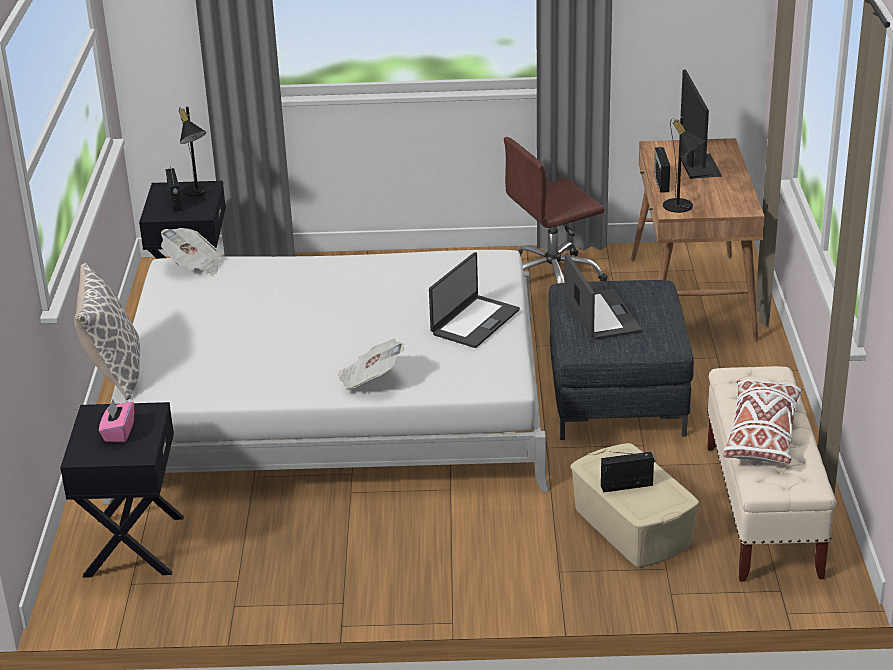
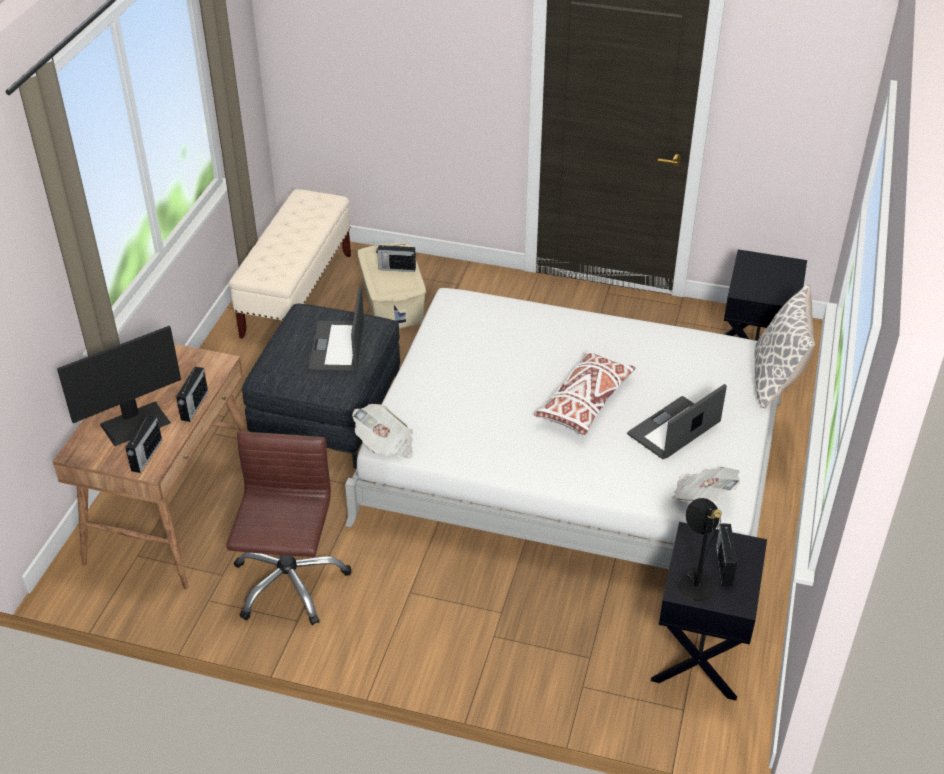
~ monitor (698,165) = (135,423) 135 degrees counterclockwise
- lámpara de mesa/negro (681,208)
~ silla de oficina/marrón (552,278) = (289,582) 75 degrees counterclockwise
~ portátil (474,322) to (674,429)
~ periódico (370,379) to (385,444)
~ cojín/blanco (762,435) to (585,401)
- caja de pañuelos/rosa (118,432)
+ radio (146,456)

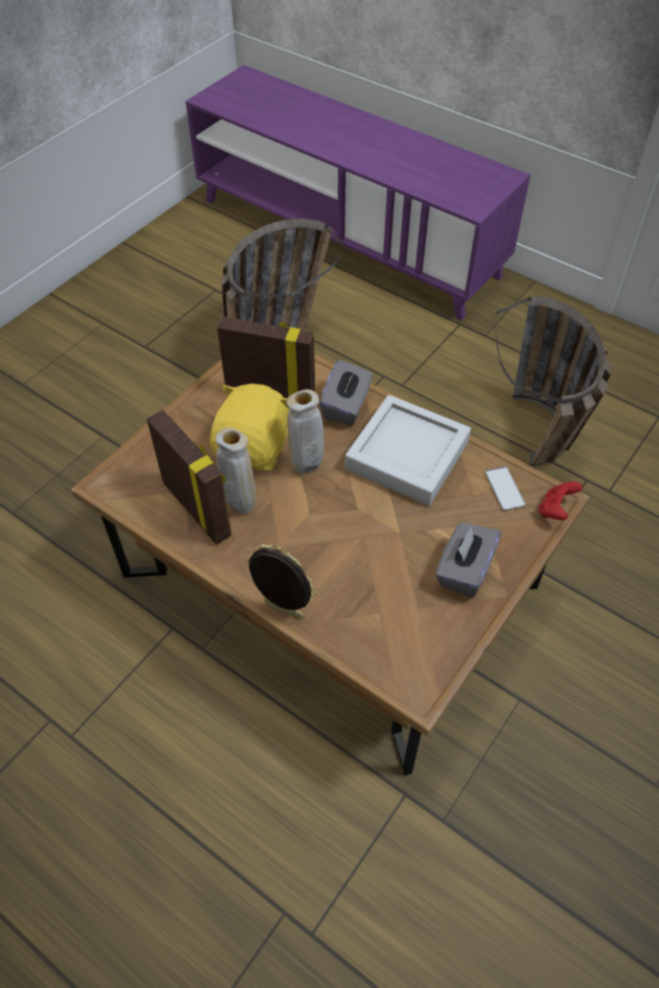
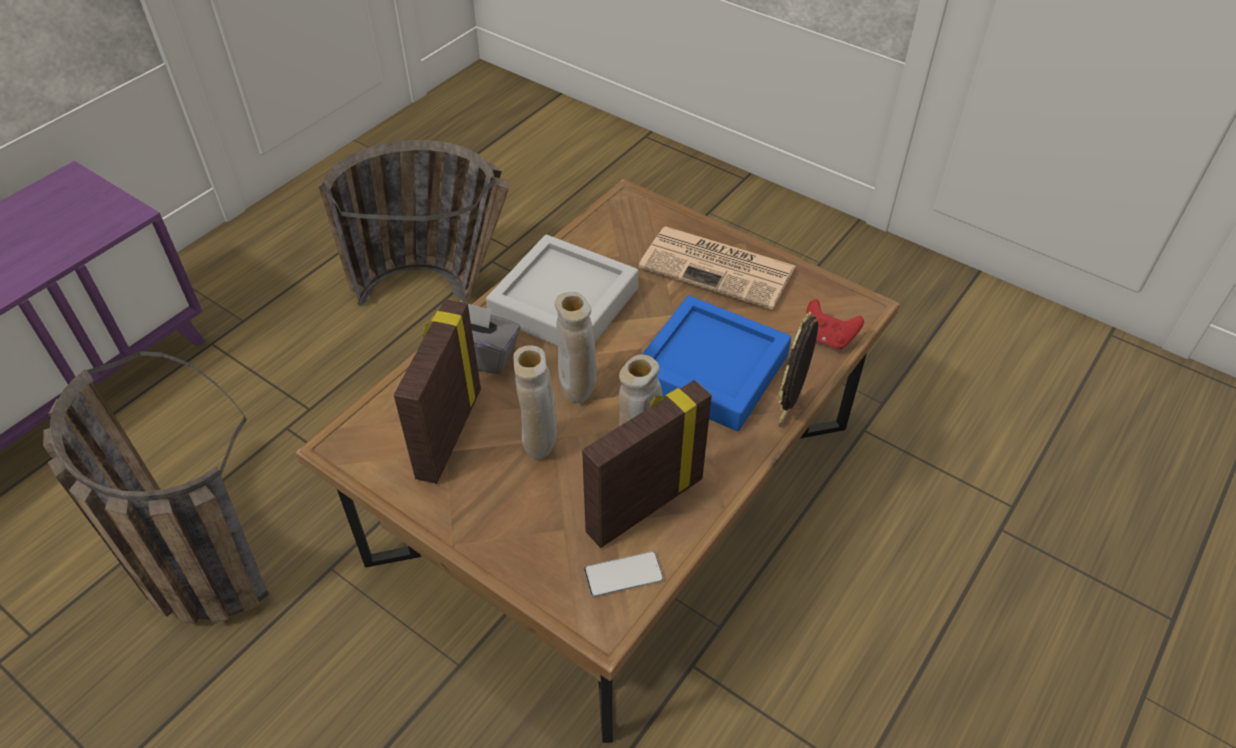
~ peluche/amarillo (254,447) to florero/beis (540,448)
~ móvil (504,488) to (623,574)
~ mando de consola/rojo (555,510) to (827,338)
~ caja de pañuelos/gris (464,570) to periódico (719,268)
+ bandeja/azul (711,370)

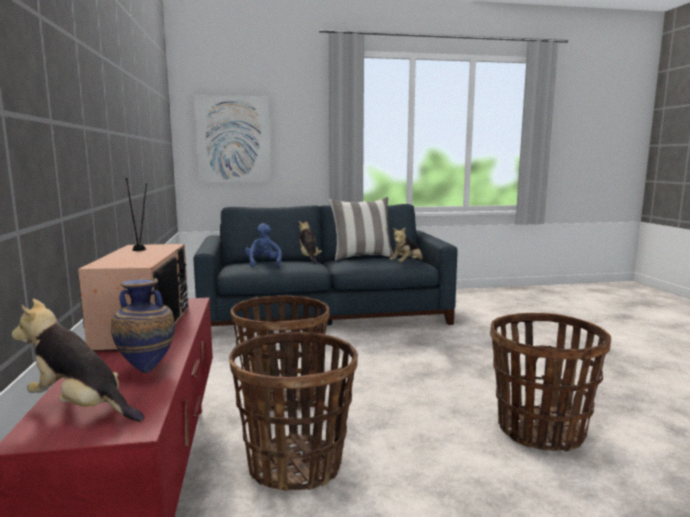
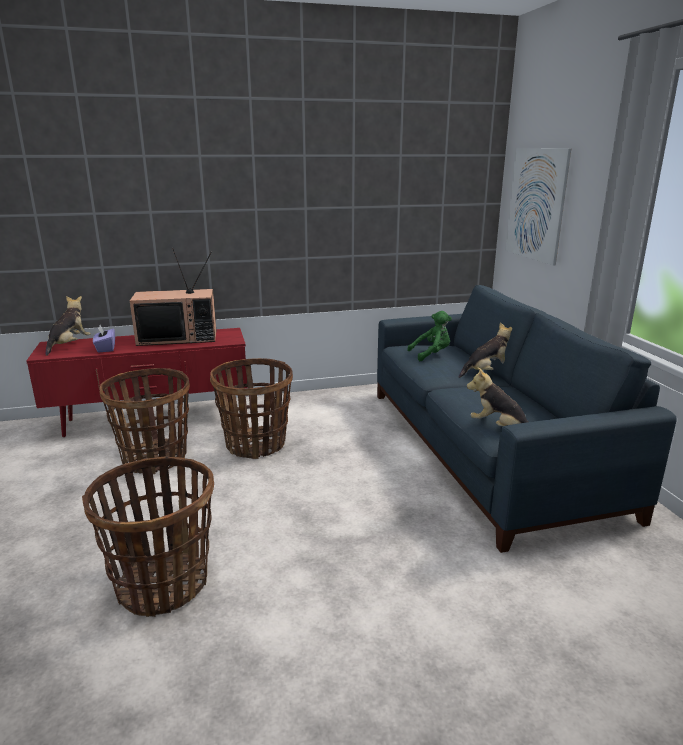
- cojín (362,257)
~ peluche/azul (263,264) to peluche/verde (431,354)
~ florero (147,370) to caja de pañuelos/morado (105,348)

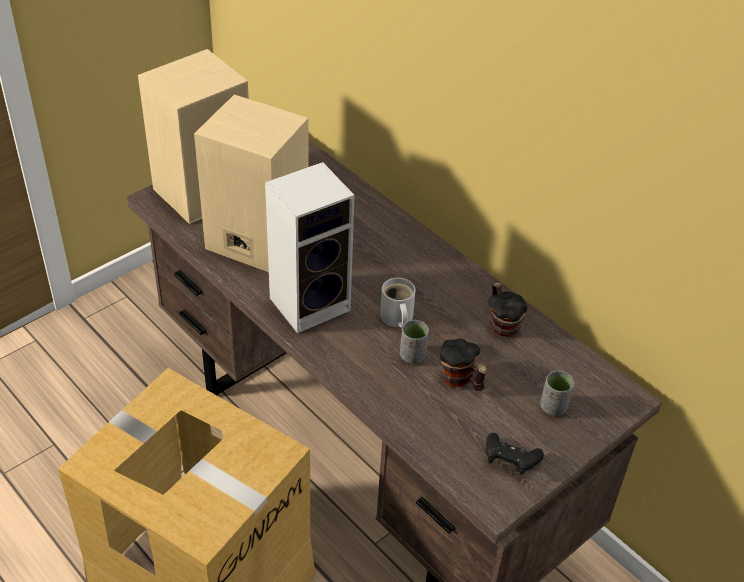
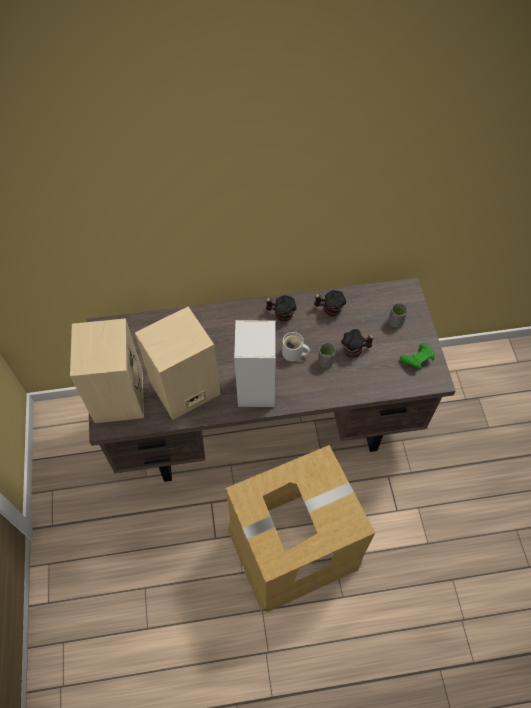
~ mando de consola/negro (510,461) to mando de consola/verde (417,360)
+ taza grande (281,314)

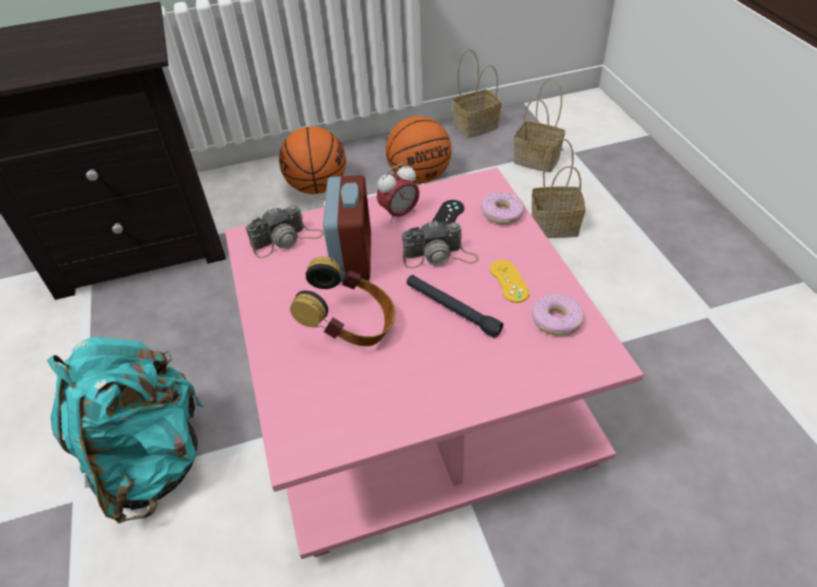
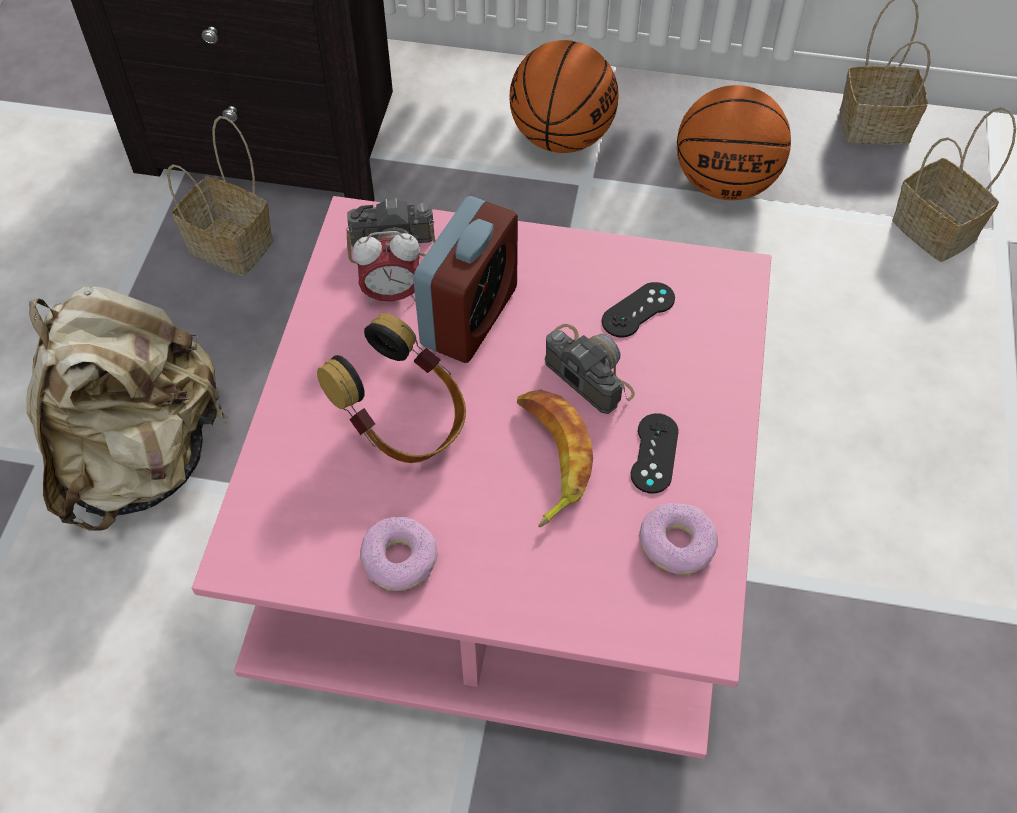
~ cesta (555,225) to (233,246)
~ despertador (399,214) to (391,295)
~ rosquilla (502,213) to (400,559)
~ cámara (439,256) = (586,368) 150 degrees counterclockwise
~ mando de consola/amarillo (509,281) to mando de consola/negro (654,453)
~ linterna/negro (452,309) to plátano (548,459)
~ mochila/turquesa (152,461) to mochila/beis (142,457)

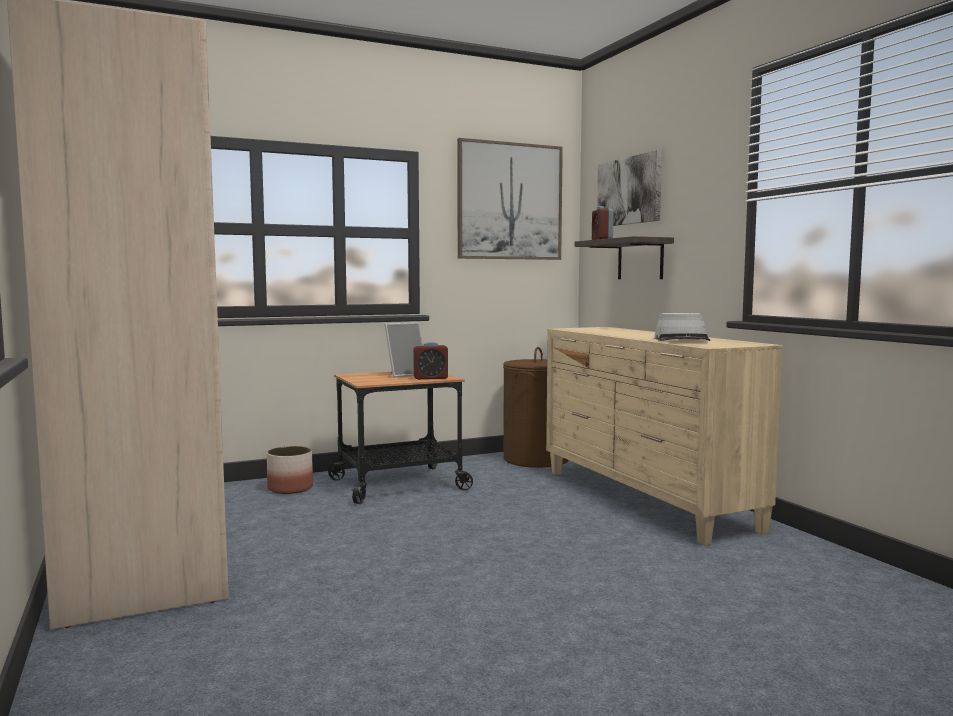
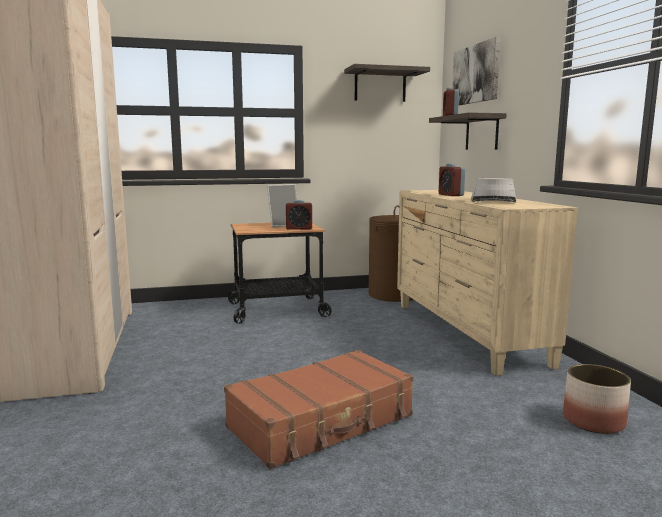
~ cuadro (509,201) to estante (380,85)
~ maceta (290,488) to (593,421)
+ despertador (451,195)
+ maleta/marrón (322,422)

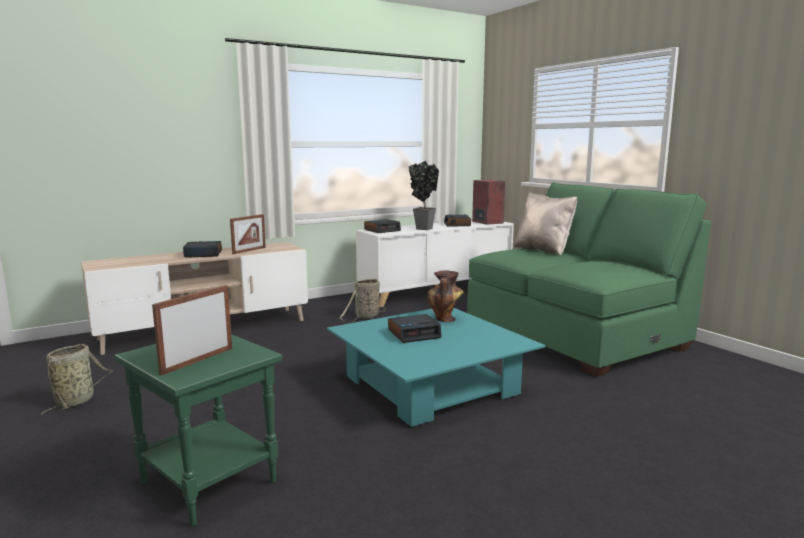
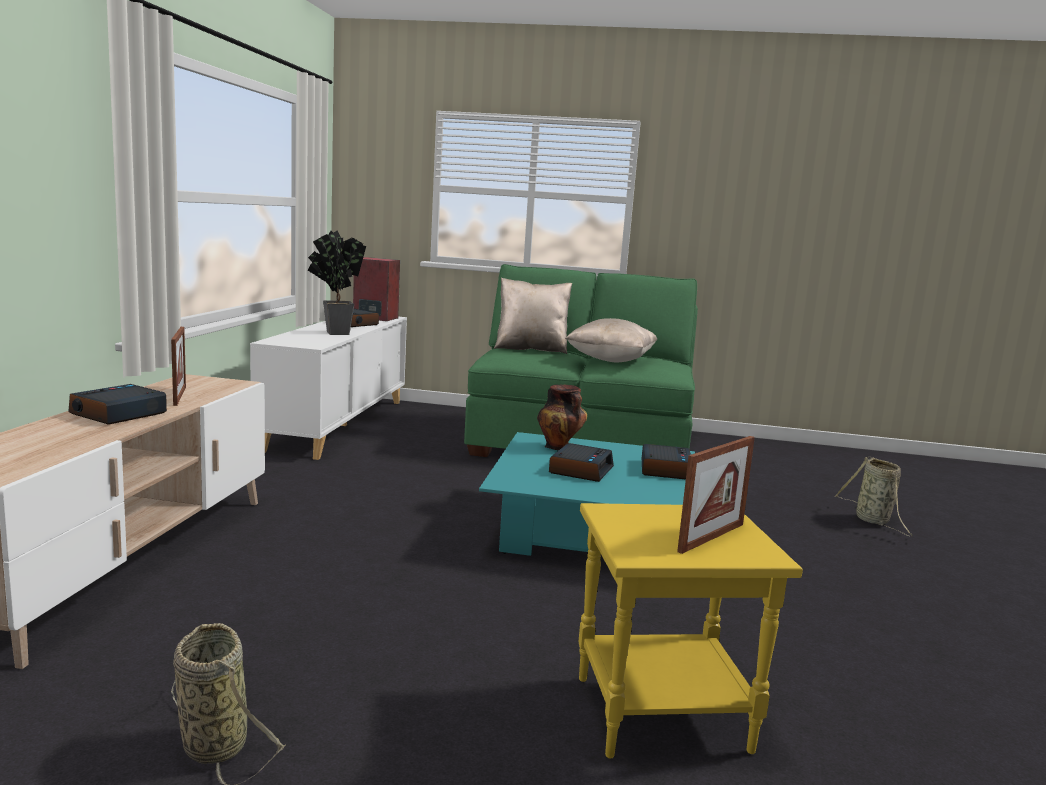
~ despertador (382,230) to (665,469)
~ cesta (366,317) to (874,521)
~ portarretratos (197,360) = (711,537) 120 degrees counterclockwise
~ mesa auxiliar/verde (206,483) to mesa auxiliar/amarillo (660,716)
+ cojín/beis (611,360)

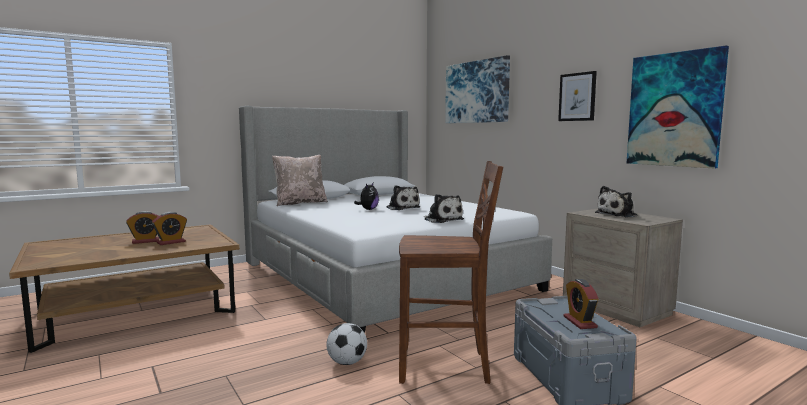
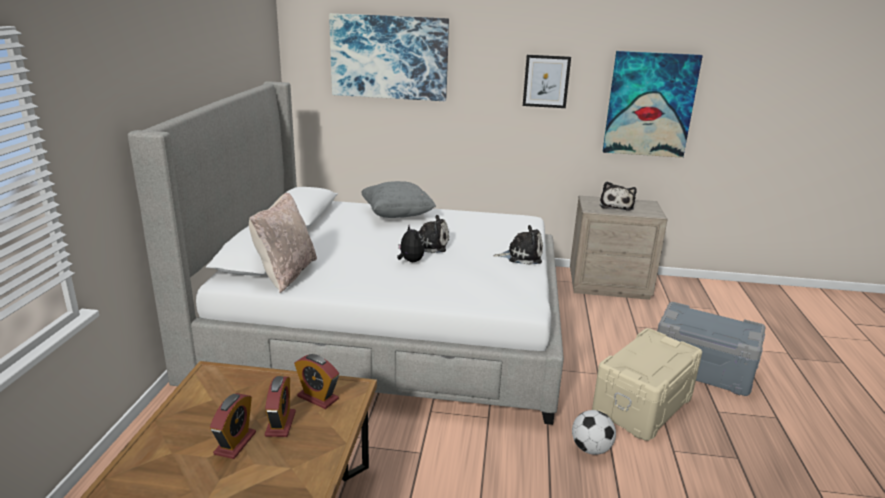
~ silla/marrón (446,366) to caja de almacenaje/beis (643,405)
~ despertador (580,322) to (318,398)
+ cojín/gris (397,215)

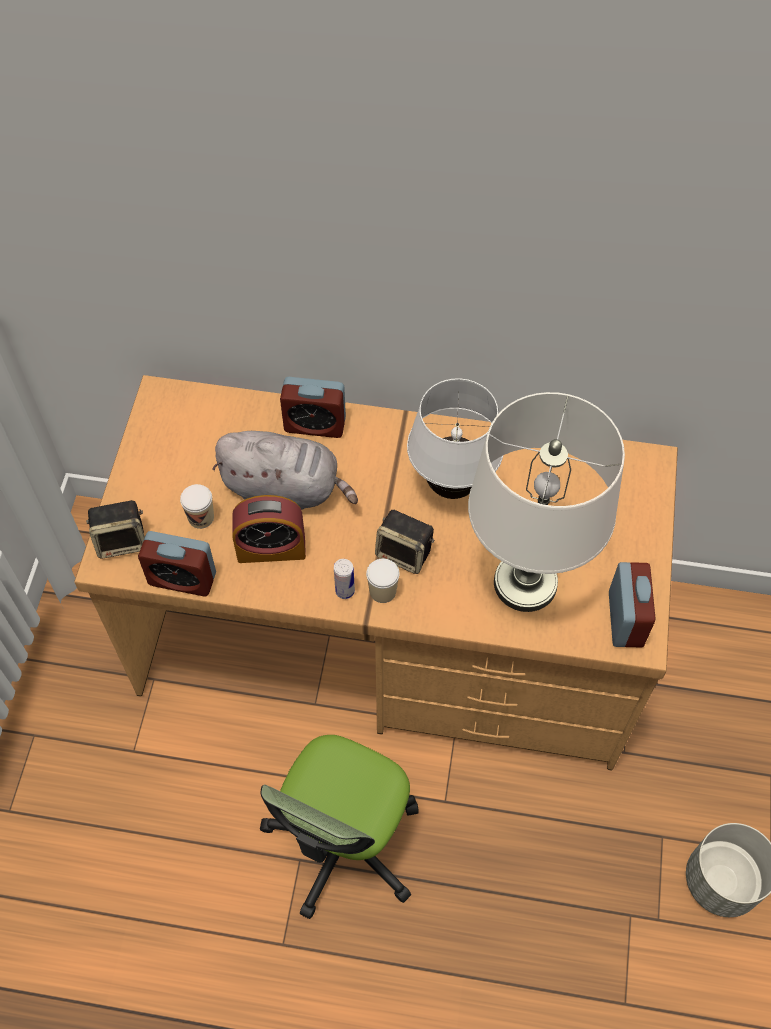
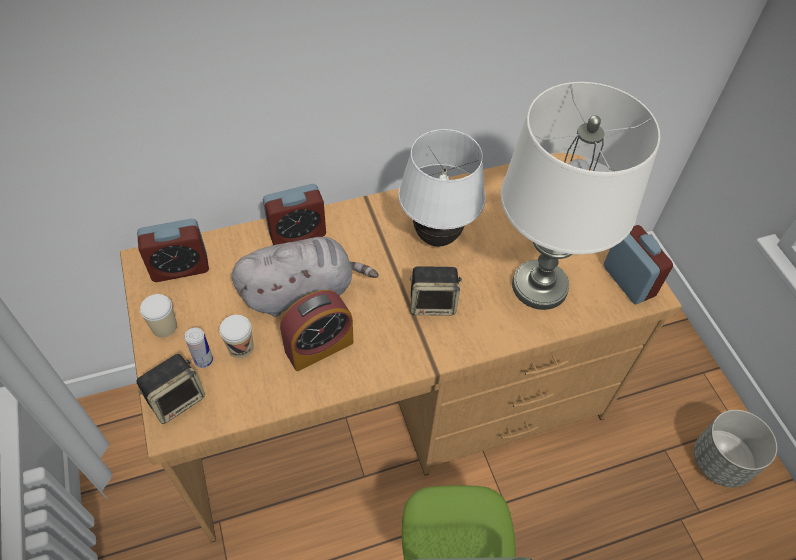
~ despertador (182,579) to (180,268)
~ lata (345,591) to (204,360)
~ taza (383,591) to (164,327)

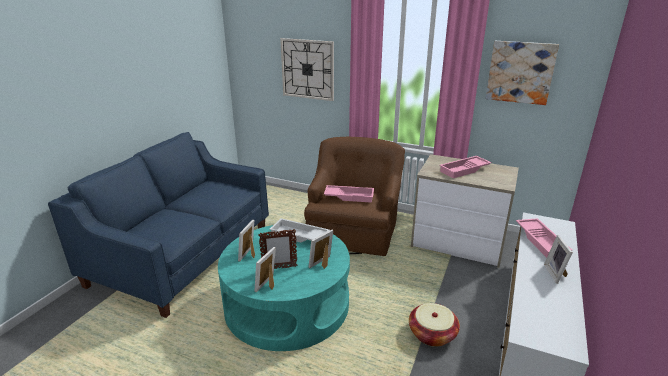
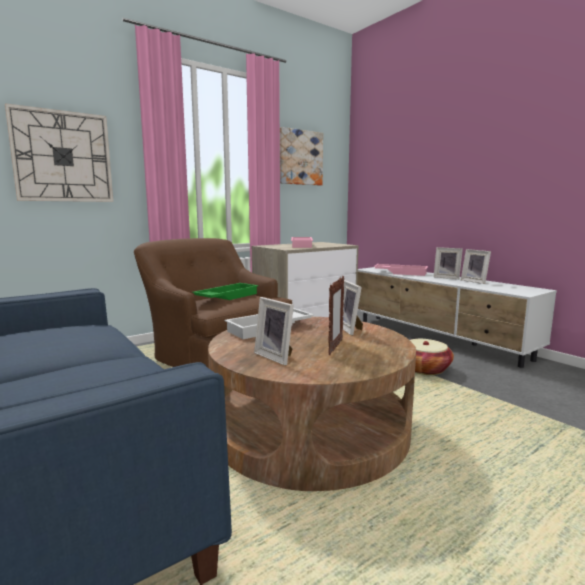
~ bandeja/rosa (349,196) to bandeja/verde (226,297)
~ mesa de centro/turquesa (287,304) to mesa de centro/marrón (310,427)
~ portarretratos (268,285) to (475,281)

